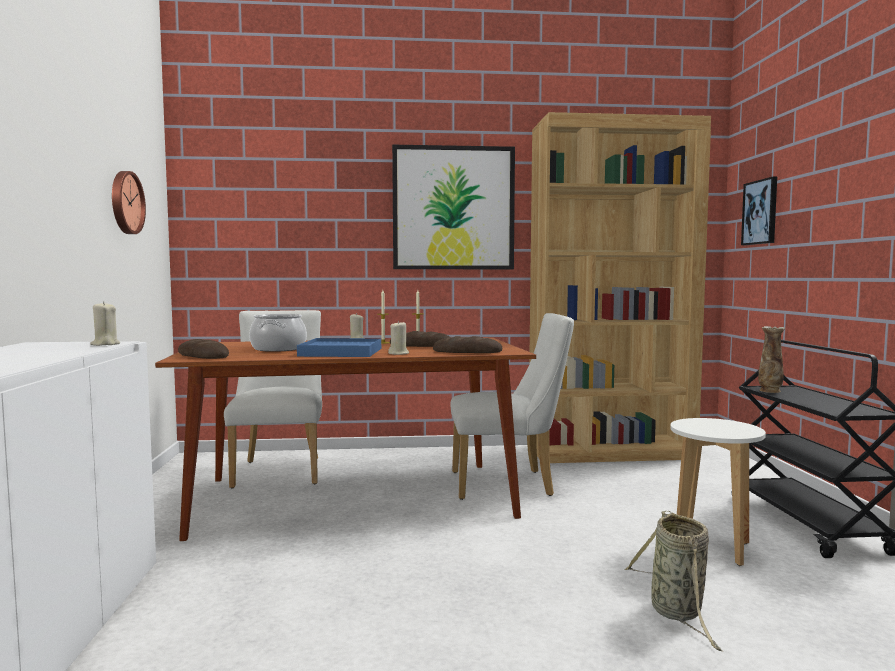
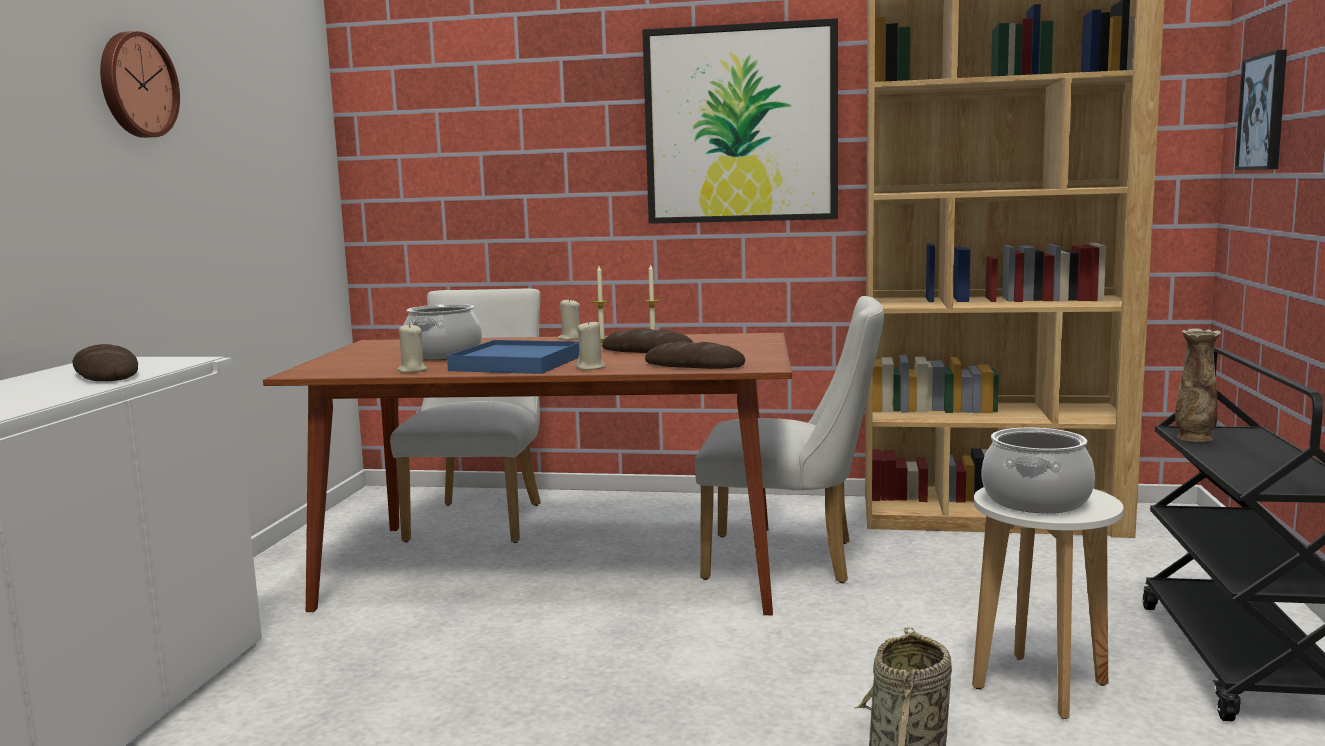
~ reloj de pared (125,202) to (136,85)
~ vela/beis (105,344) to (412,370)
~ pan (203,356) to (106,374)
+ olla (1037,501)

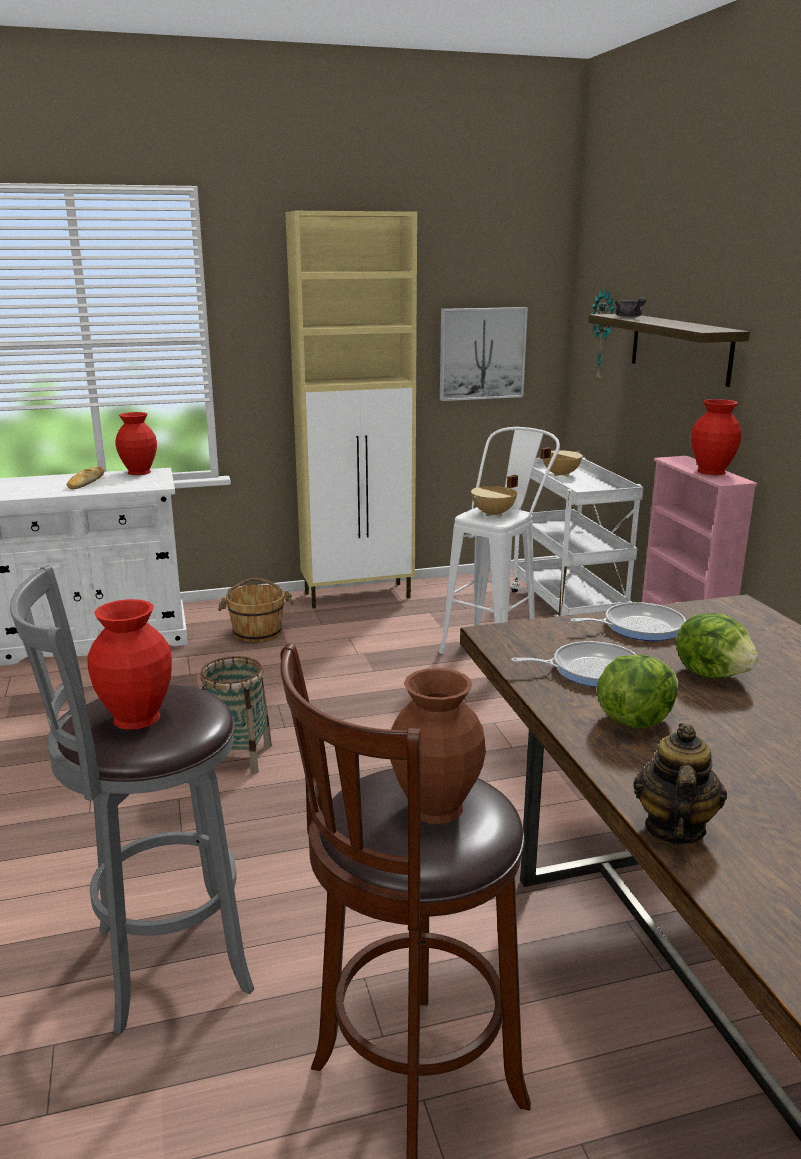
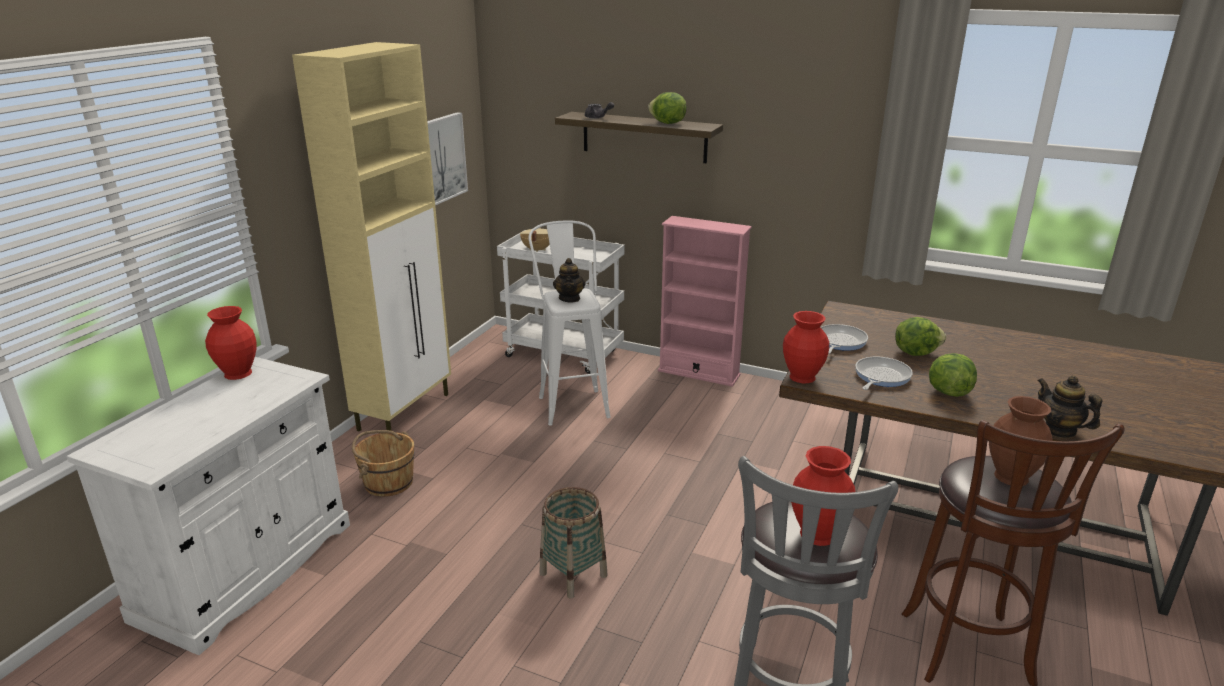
- reloj de pared (604,336)
~ florero/rojo (712,471) to (802,376)
- pan (86,482)
~ olla/beis (494,514) to tetera (569,298)
+ lechuga (667,123)

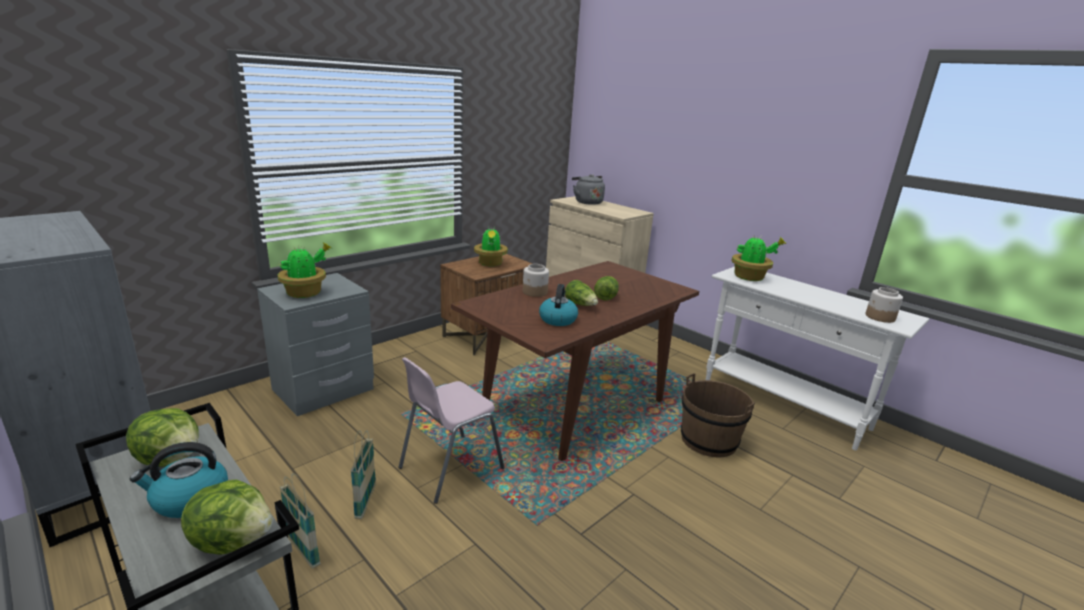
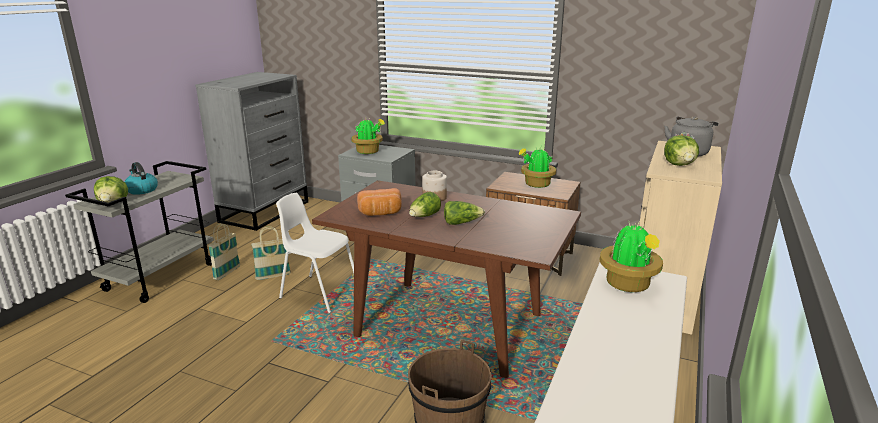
~ hervidor (557,319) to pan (381,213)
- tarro (880,317)
~ silla/rosa (449,468) to silla/blanco (319,293)
~ lechuga (171,458) to (679,165)

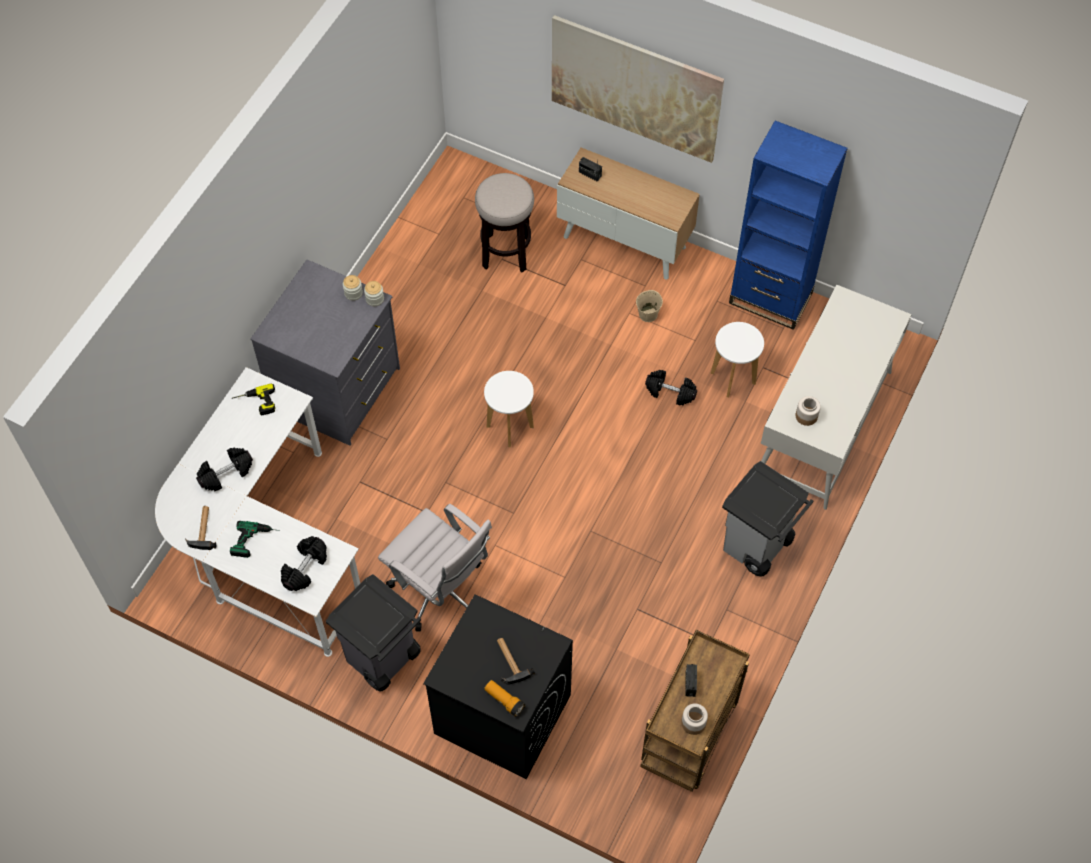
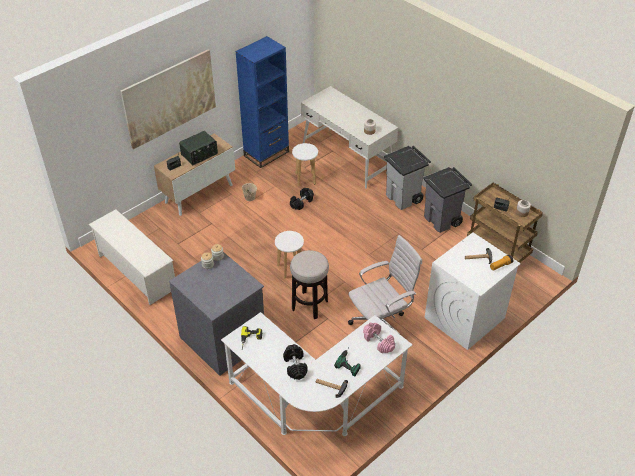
~ taburete (506,253) to (309,305)
~ mancuerna/negro (305,569) to mancuerna/rosa (379,342)
~ papelera/gris (382,659) to (442,220)
~ lavadora/negro (501,714) to lavadora/blanco (464,318)
+ radio (199,155)
+ zapatero/blanco (136,272)

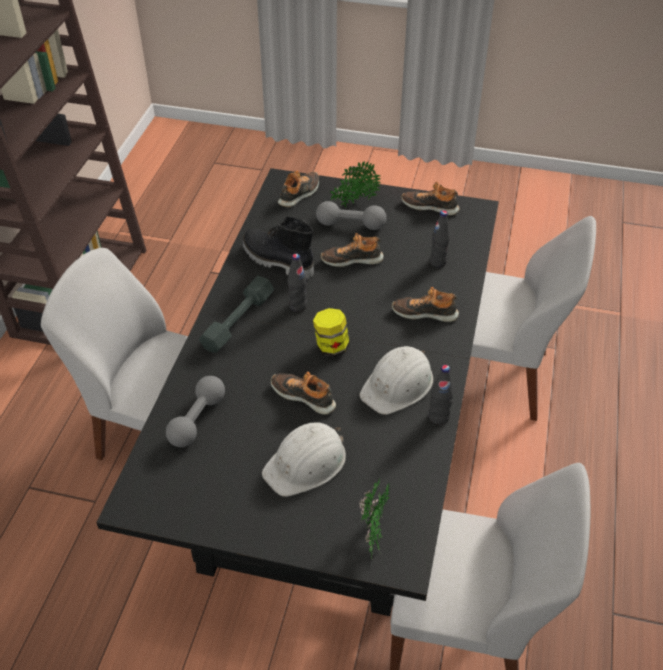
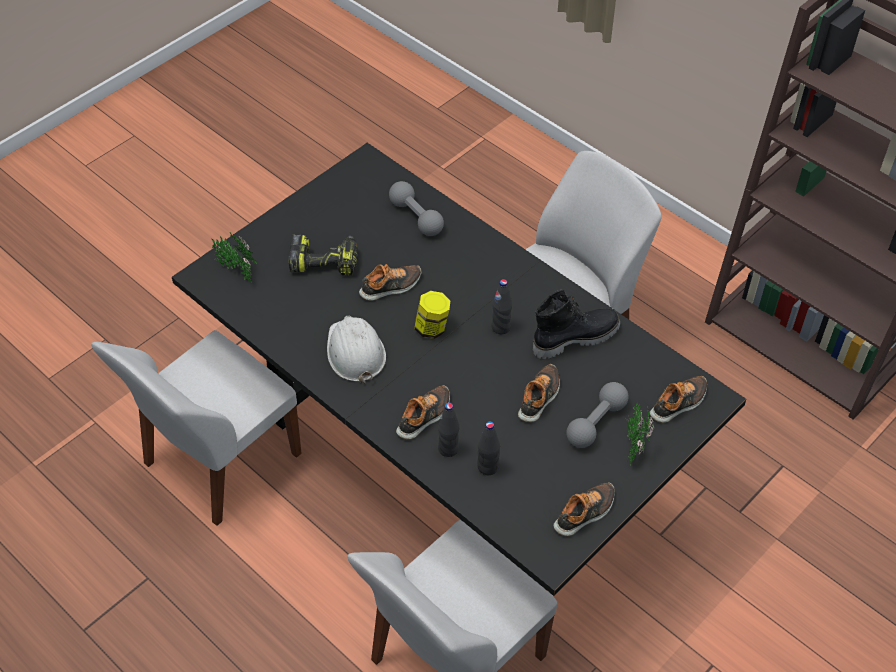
~ zapato (299,194) = (679,403) 105 degrees counterclockwise
- mancuerna/gris (238,321)
~ botella/negro (438,417) to (448,449)
~ casco/blanco (306,463) to taladro (325,261)

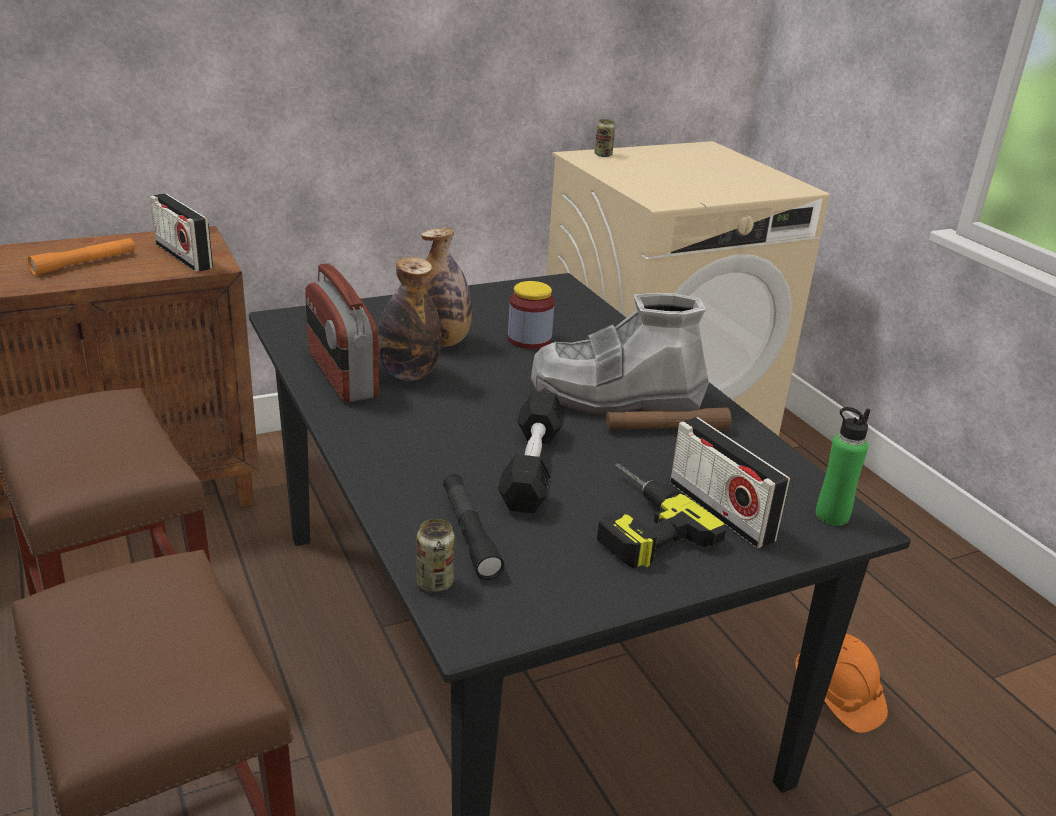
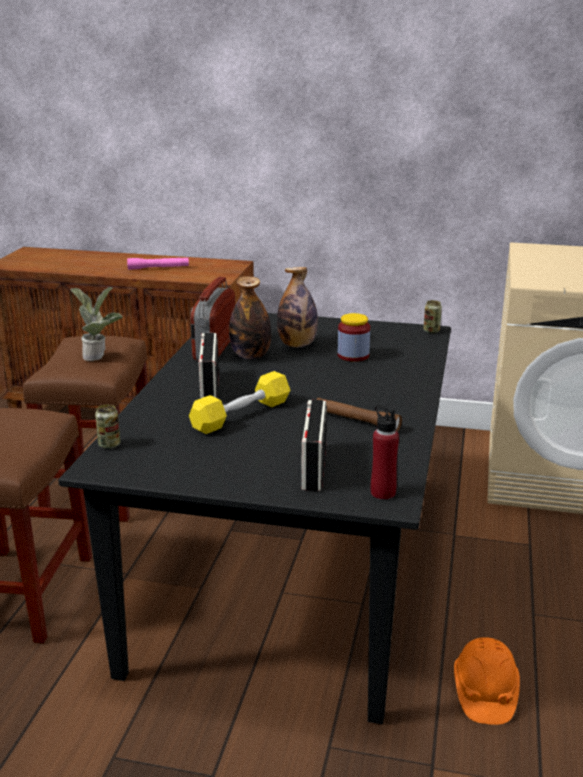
~ lata (603,155) to (431,331)
~ radio (183,256) to (209,387)
~ linterna/naranja (84,263) to linterna/rosa (158,268)
- bota/gris (615,396)
~ mancuerna/negro (532,468) to mancuerna/amarillo (241,415)
~ botella/verde (831,516) to botella/rojo (382,492)
- taladro (634,522)
- linterna/negro (469,533)
+ planta en maceta (100,356)

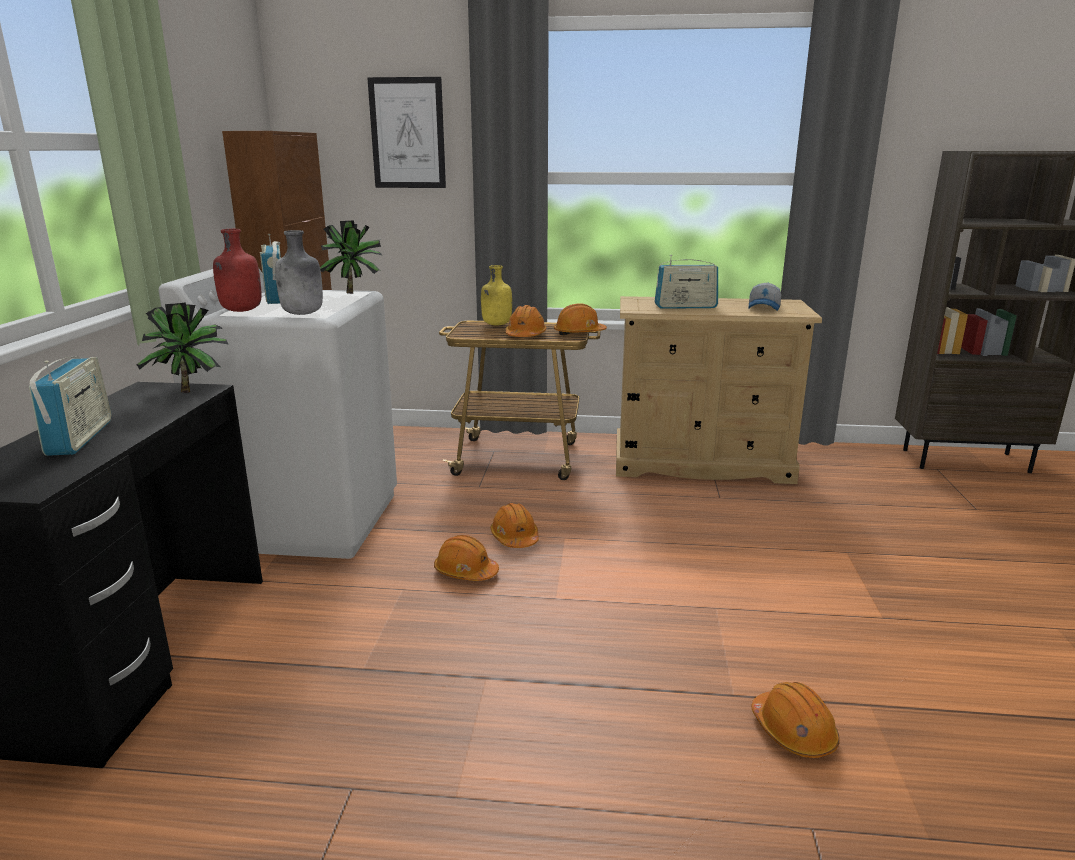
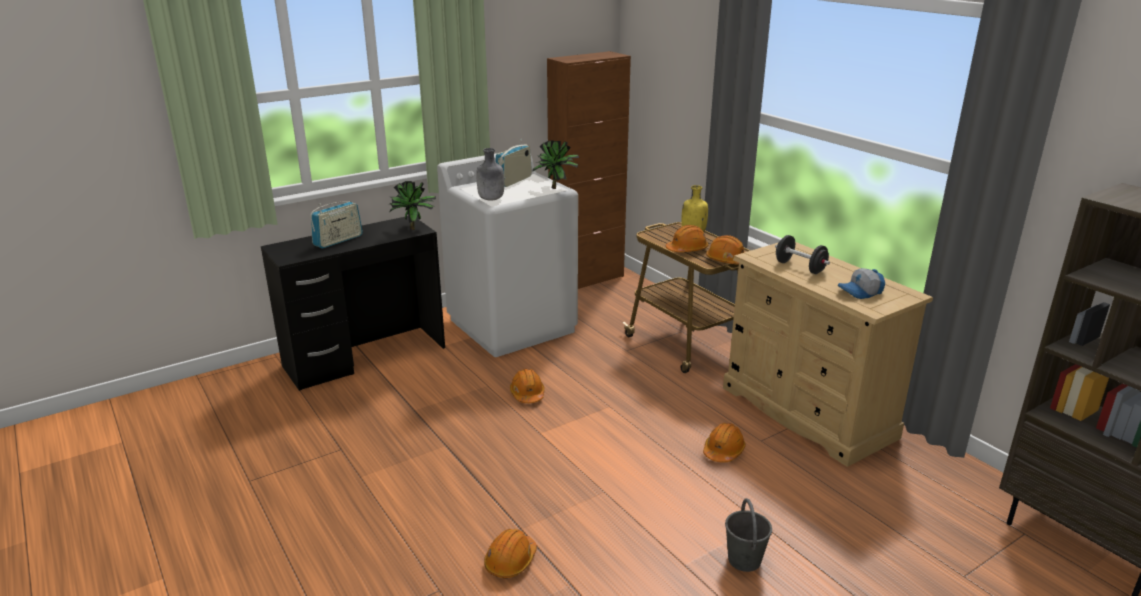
- cuadro (407,133)
- botella/rojo (240,310)
~ radio (685,307) to mancuerna/negro (800,267)
~ casco/naranja (515,537) to (723,451)
+ cubo/gris (744,560)

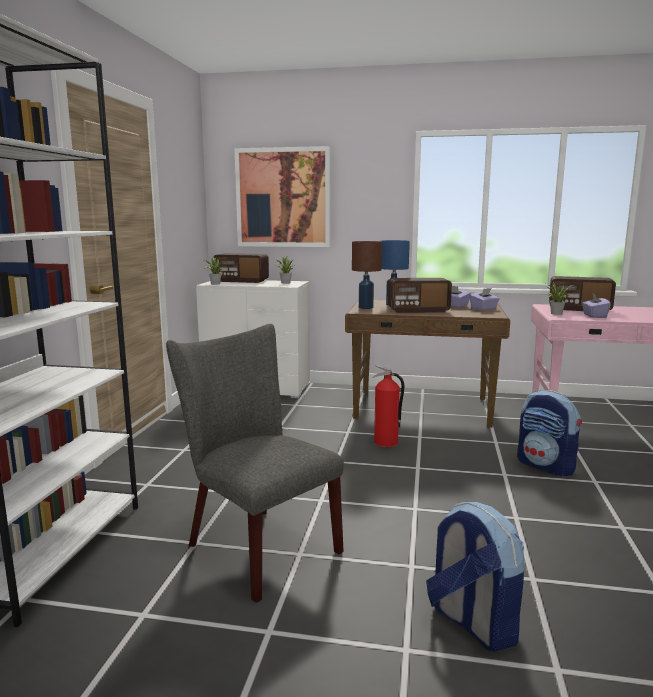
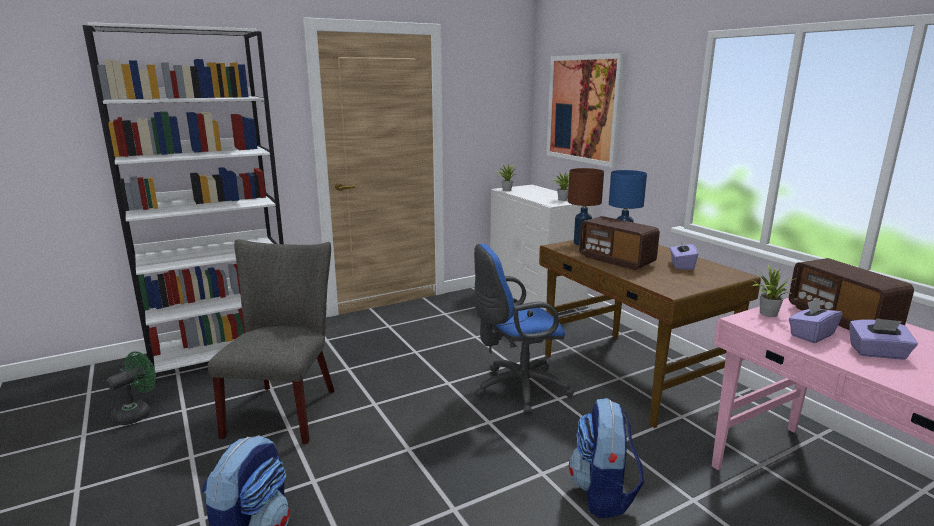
- radio (242,281)
~ caja de pañuelos/morado (484,309) to (877,353)
~ extintor (386,443) to silla de oficina/azul (517,389)
+ ventilador/verde (137,413)

